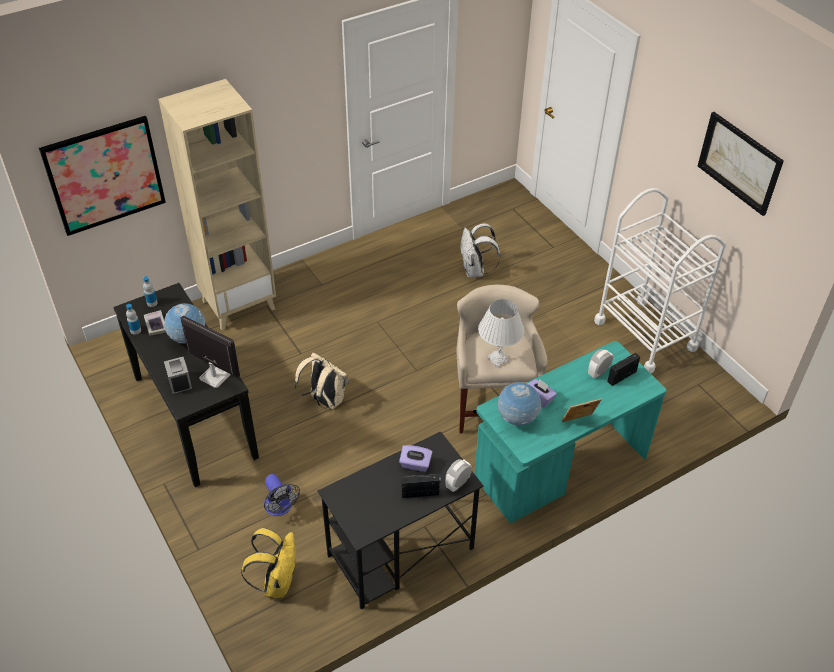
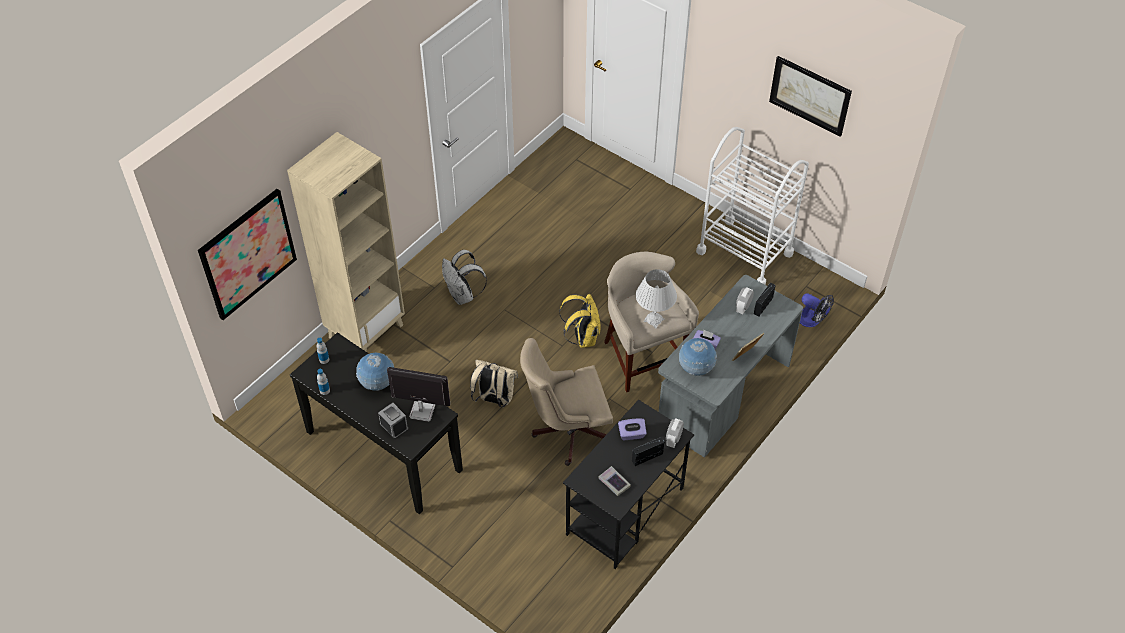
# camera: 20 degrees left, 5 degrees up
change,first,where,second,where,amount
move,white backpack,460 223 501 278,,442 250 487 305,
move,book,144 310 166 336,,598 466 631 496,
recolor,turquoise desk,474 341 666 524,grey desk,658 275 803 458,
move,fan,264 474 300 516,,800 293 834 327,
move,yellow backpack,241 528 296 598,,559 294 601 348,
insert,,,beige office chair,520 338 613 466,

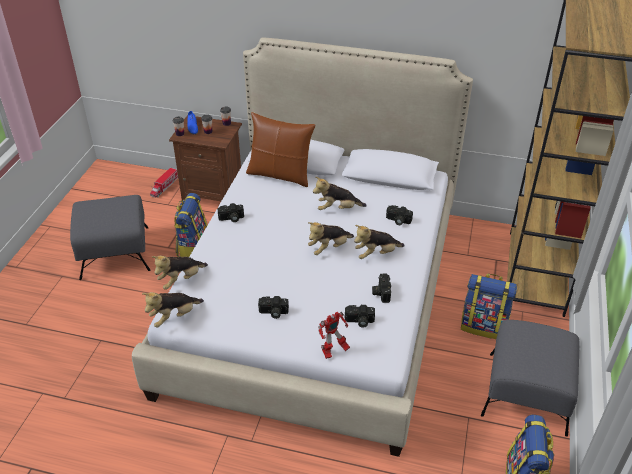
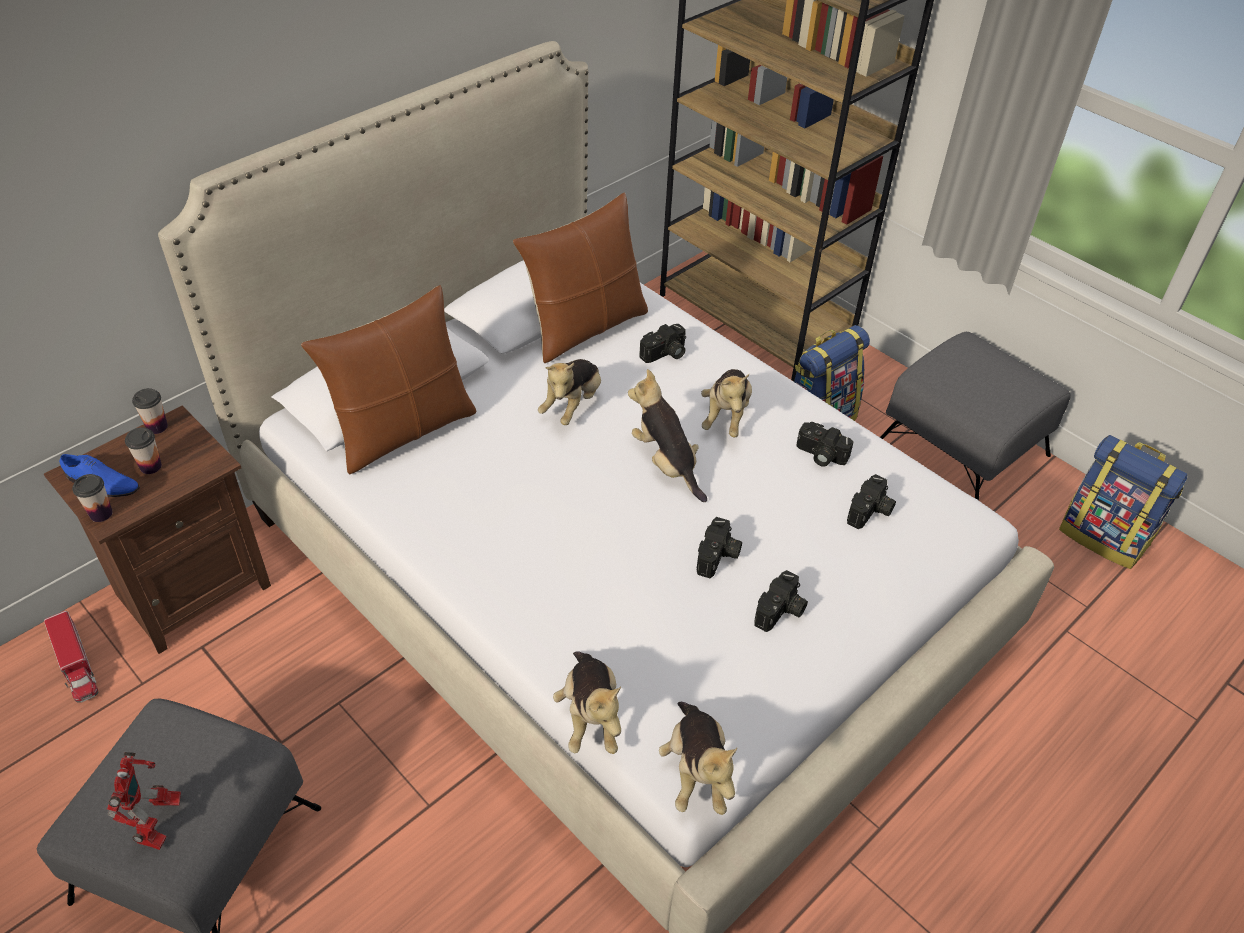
# camera: 60 degrees left, 5 degrees up
change,first,where,second,where,amount
delete,backpack,174 193 207 257,,,
move,photo camera,217 203 244 222,,697 517 742 578,
rotate,plush toy,308 222 354 255,,628 369 707 502,150 degrees clockwise
move,toy robot,318 311 350 359,,107 752 181 850,
insert,,,brown pillow,513 192 648 363,

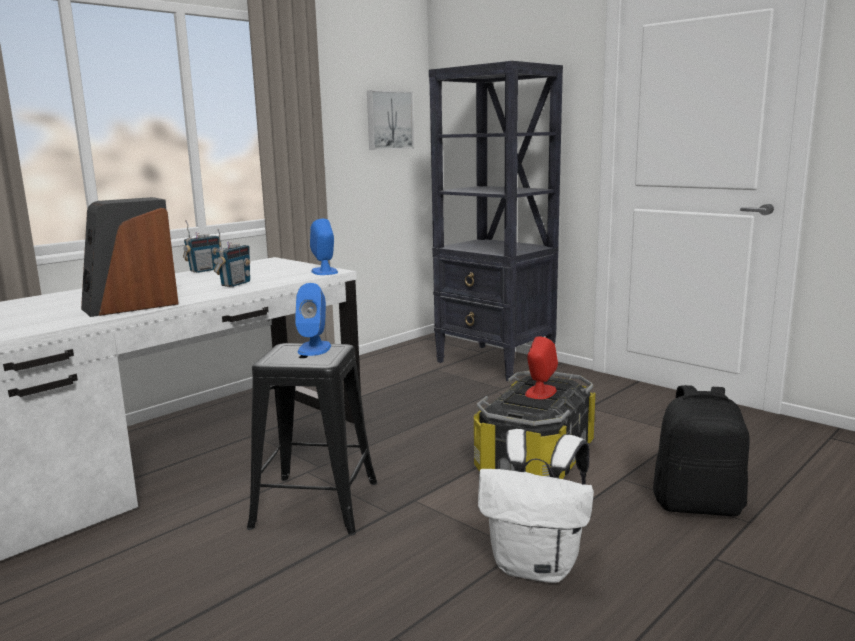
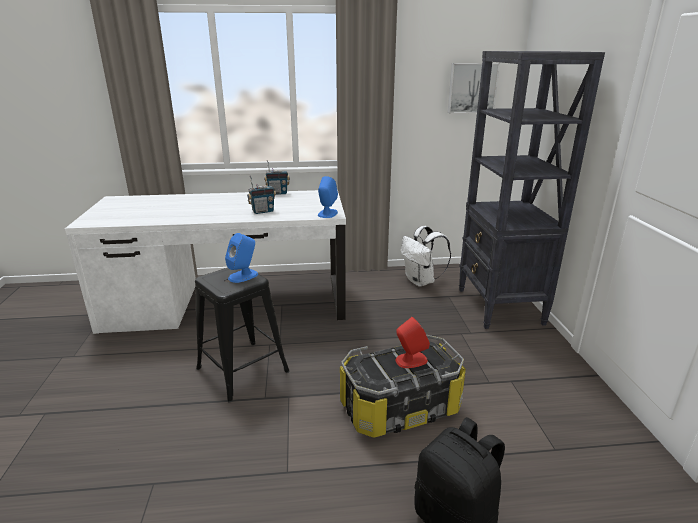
# camera: 40 degrees right, 10 degrees up
change,first,where,second,where,amount
delete,speaker,81 197 179 317,,,
move,white backpack,478 429 594 583,,401 226 451 287,

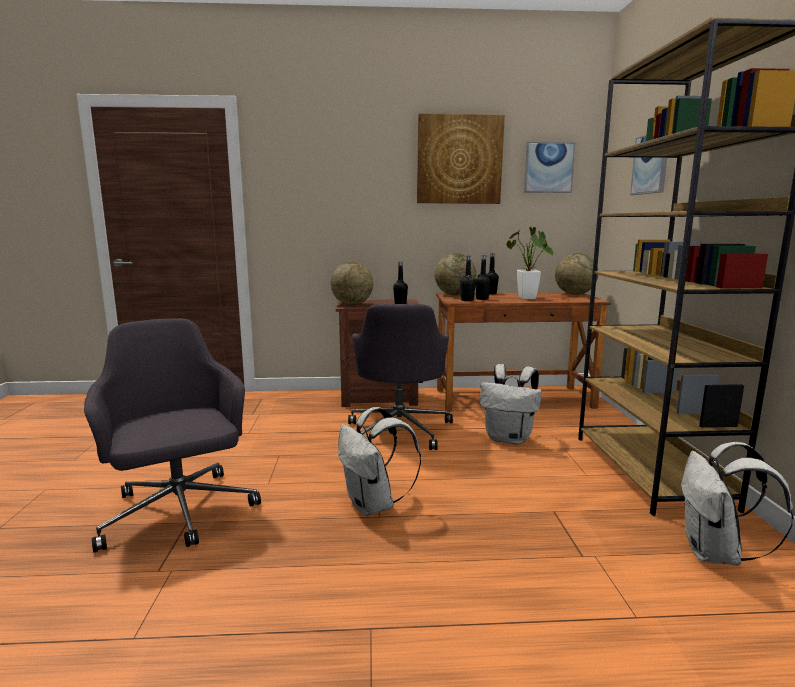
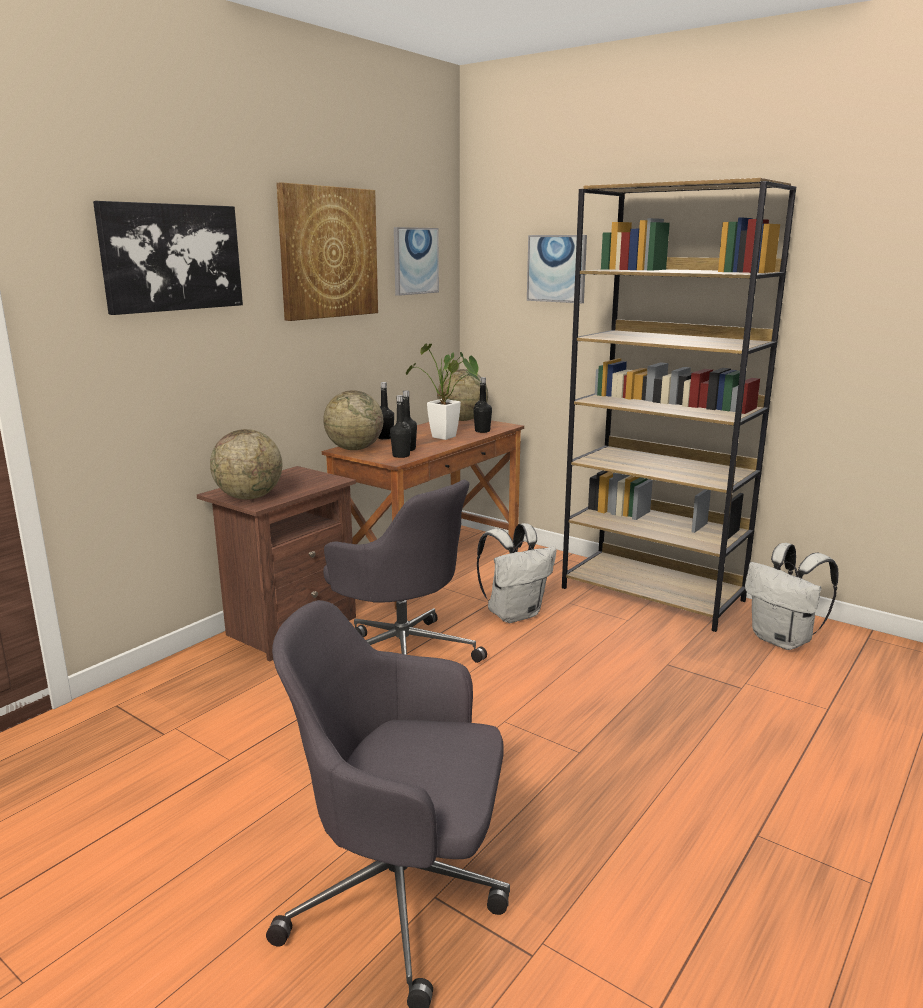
# camera: 50 degrees left, 5 degrees up
change,first,where,second,where,amount
move,black bottle,393 262 408 304,,473 377 492 433,
delete,white backpack,338 407 421 516,,,
insert,,,picture,93 201 243 315,

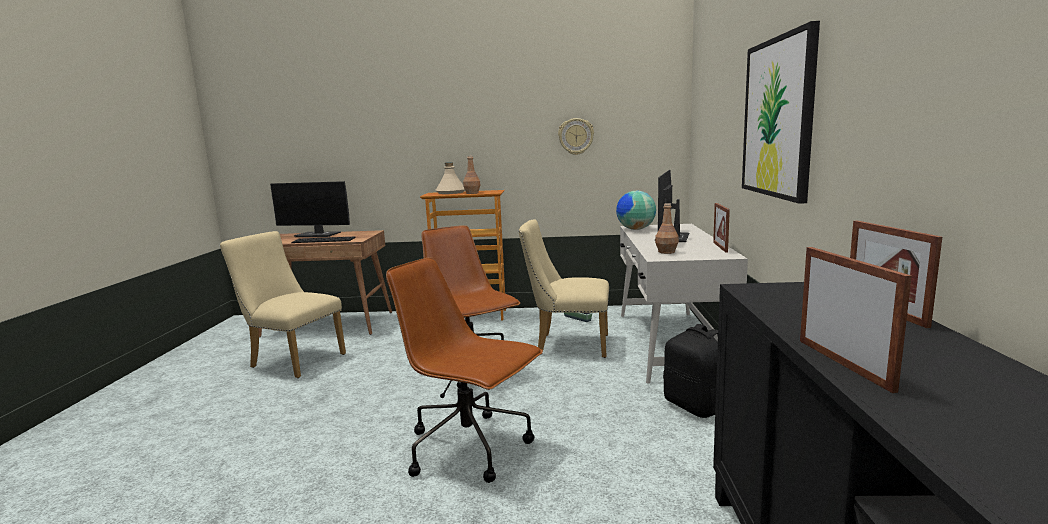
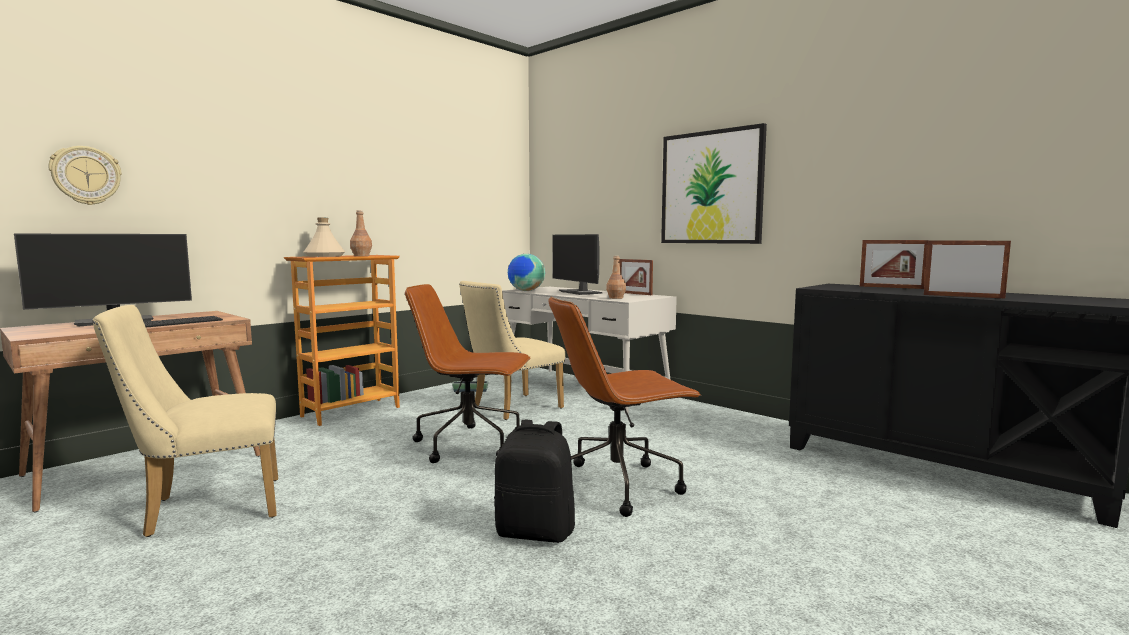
# camera: 50 degrees left, 5 degrees down
change,first,where,second,where,amount
move,wall clock,558 118 594 155,,48 146 122 205,
move,black backpack,663 324 718 418,,494 420 575 543,

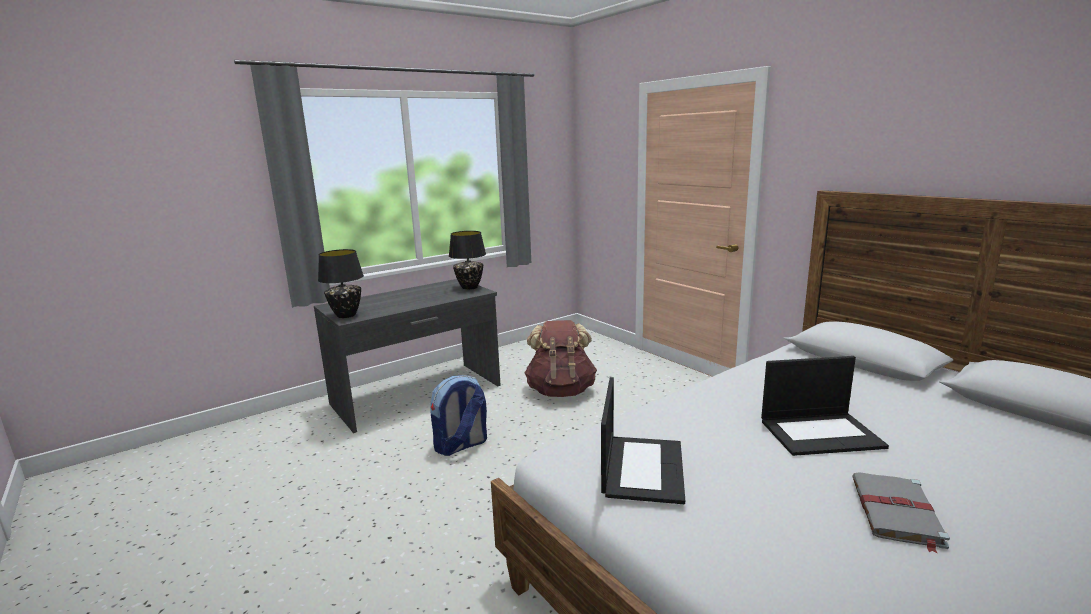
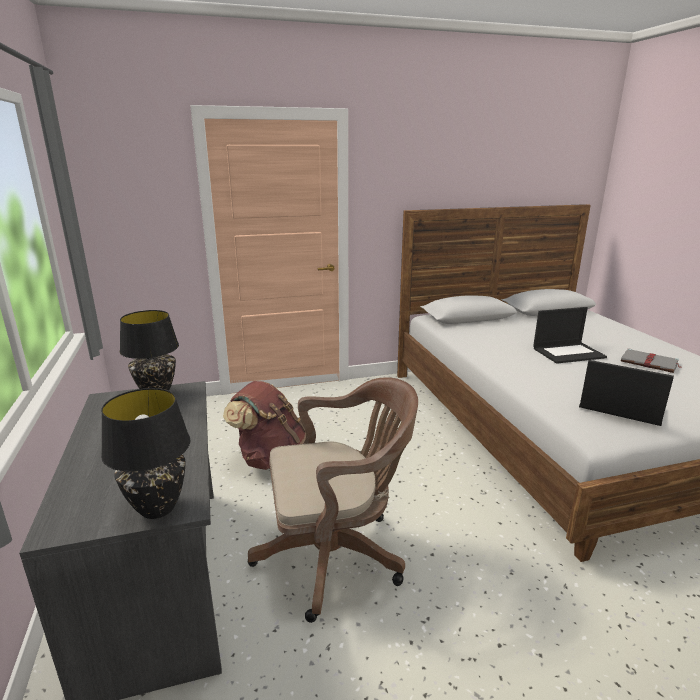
# camera: 70 degrees left, 5 degrees up
change,first,where,second,where,amount
rotate,laptop,761 356 889 456,,533 307 607 364,60 degrees clockwise
replace,backpack,430 375 487 456,brown office chair,248 377 418 623,

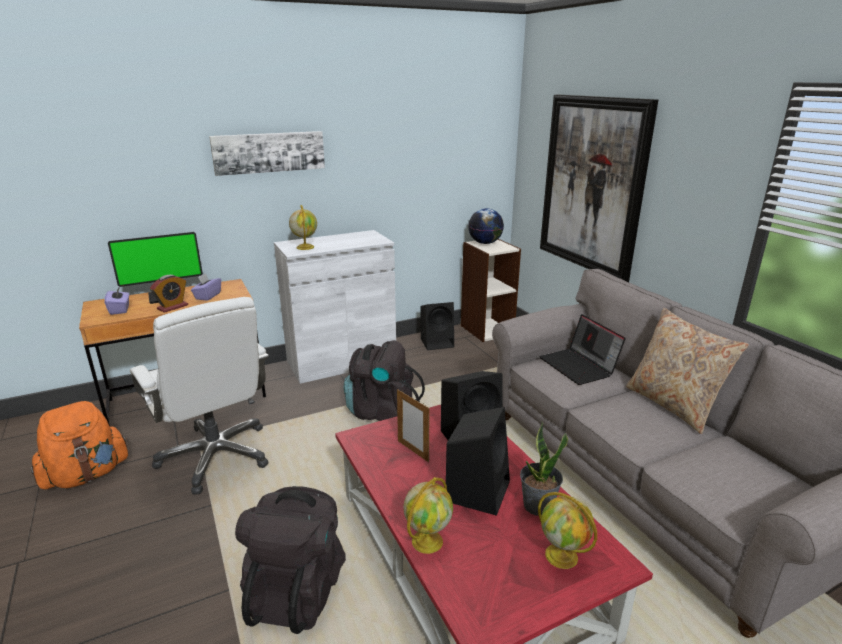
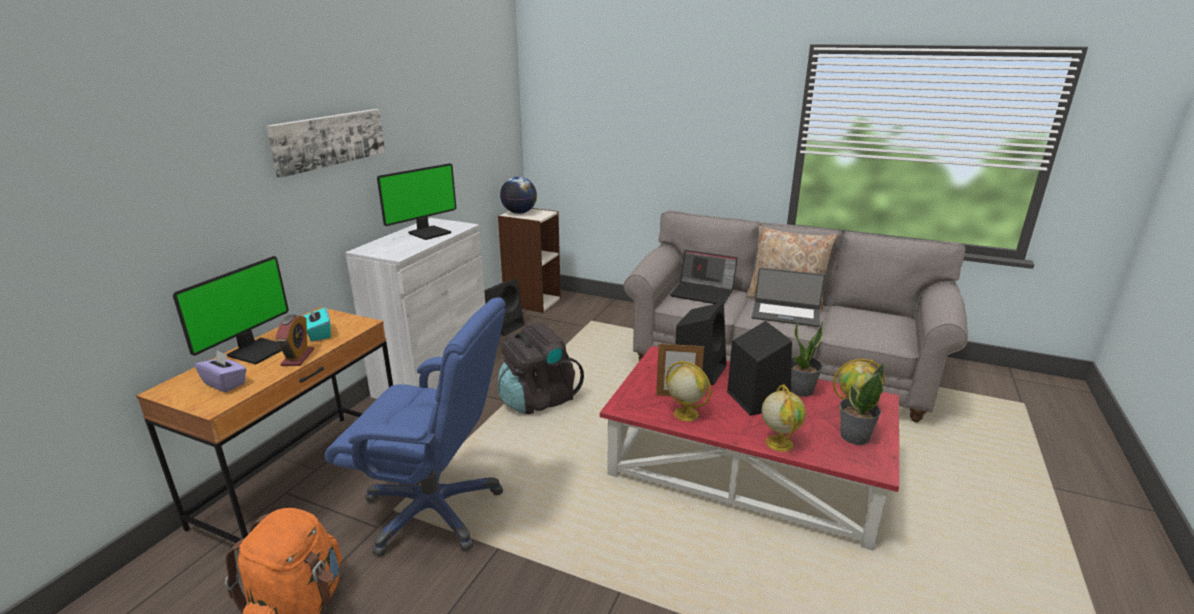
# camera: 40 degrees left, 0 degrees up
change,first,where,second,where,amount
delete,picture,540 95 658 282,,,
move,globe,289 205 317 250,,666 361 711 421,
recolor,purple tissue box,191 273 221 301,turquoise tissue box,304 306 331 341,
recolor,white office chair,130 297 269 494,blue office chair,325 297 506 557,
delete,black backpack,235 486 346 634,,,
insert,,,monitor,377 163 456 240,
insert,,,laptop,752 268 825 327,
insert,,,potted plant,840 363 884 445,

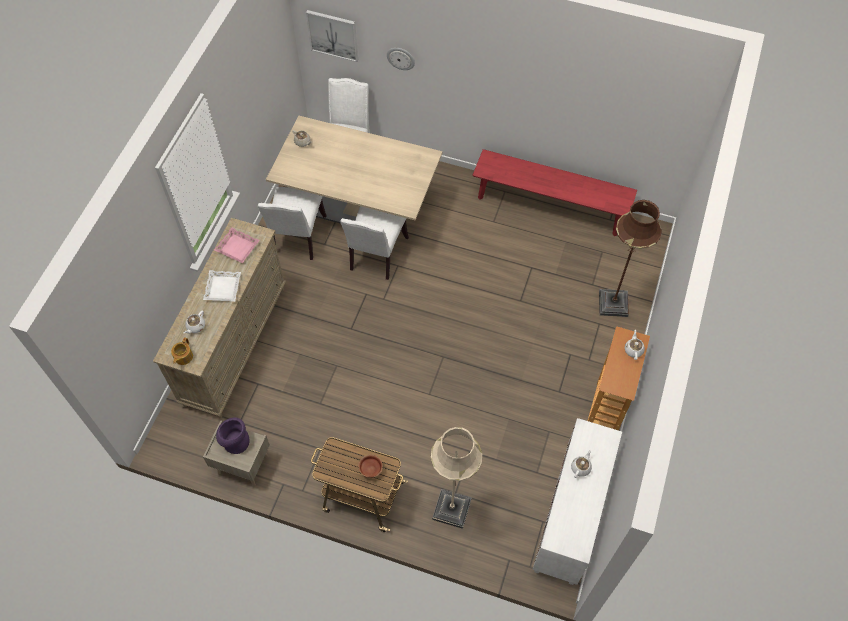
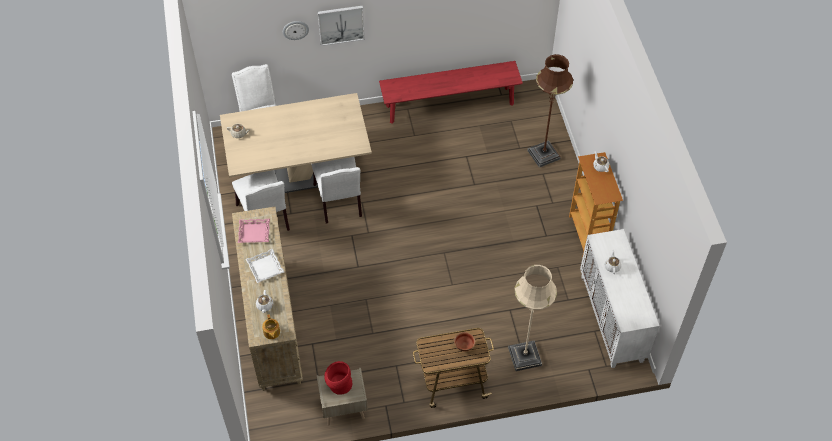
# camera: 30 degrees left, 5 degrees down
change,first,where,second,where,amount
move,picture,306 10 358 62,,318 6 365 46,
recolor,purple vase,216 417 249 454,red vase,324 361 352 395,

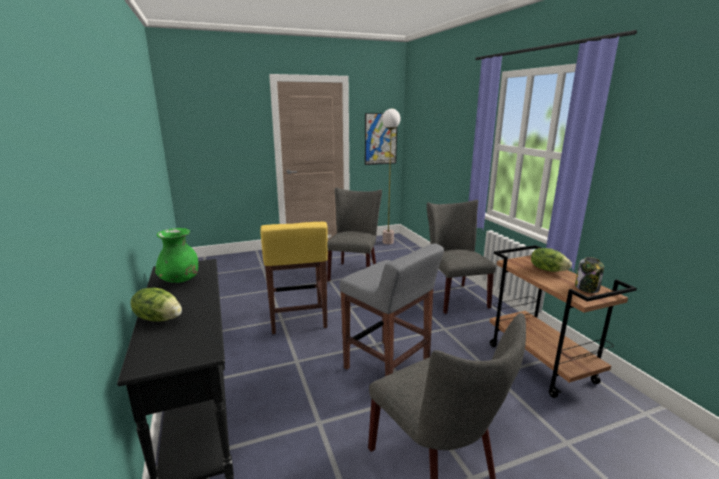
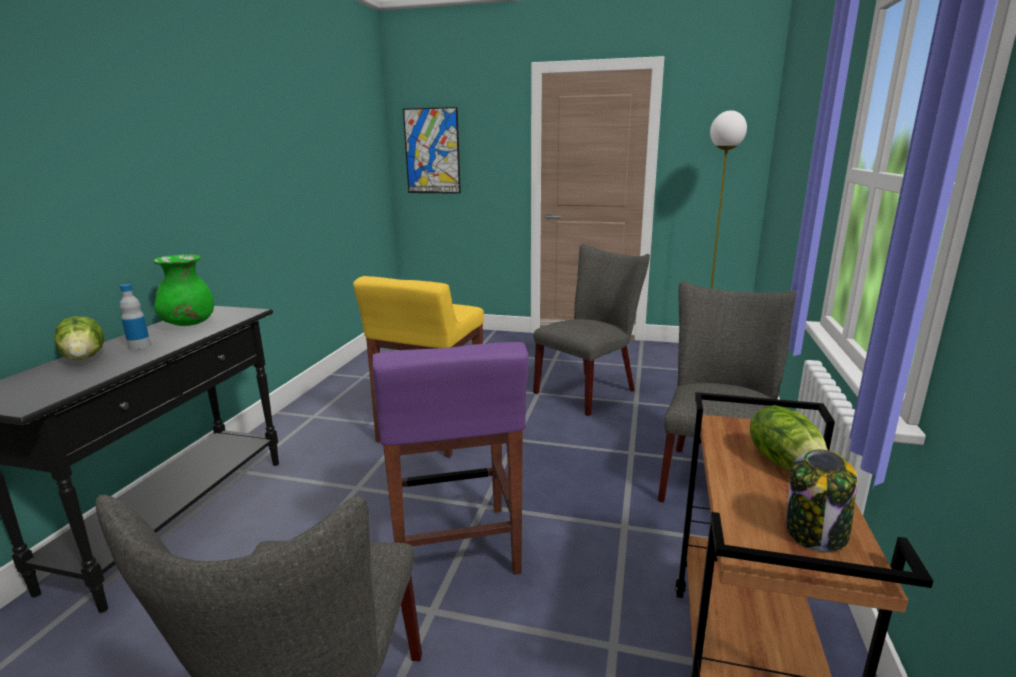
# camera: 35 degrees right, 0 degrees up
change,first,where,second,where,amount
move,picture,365 113 397 165,,403 107 461 194,
recolor,grey stool,340 243 444 376,purple stool,372 342 528 575,
insert,,,bottle,120 284 151 350,

